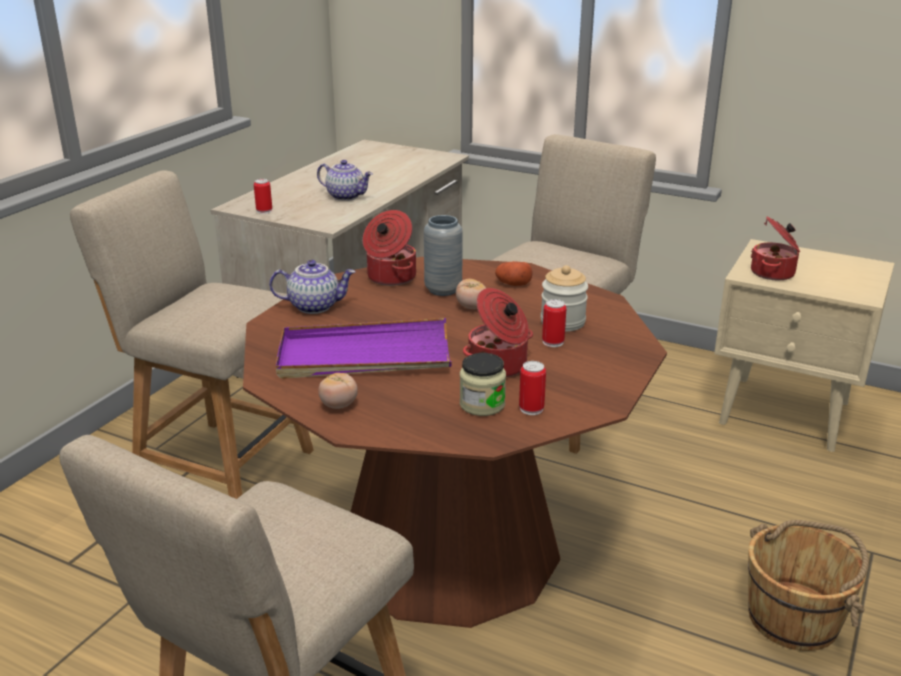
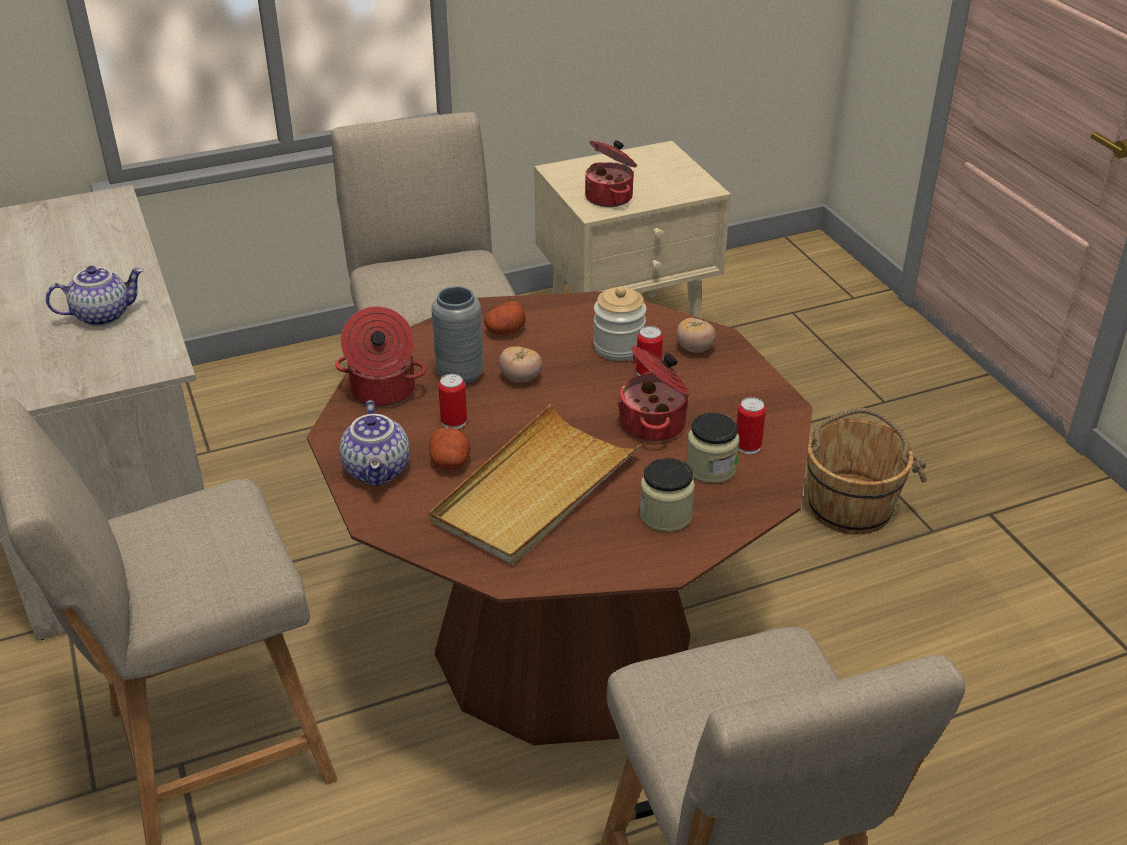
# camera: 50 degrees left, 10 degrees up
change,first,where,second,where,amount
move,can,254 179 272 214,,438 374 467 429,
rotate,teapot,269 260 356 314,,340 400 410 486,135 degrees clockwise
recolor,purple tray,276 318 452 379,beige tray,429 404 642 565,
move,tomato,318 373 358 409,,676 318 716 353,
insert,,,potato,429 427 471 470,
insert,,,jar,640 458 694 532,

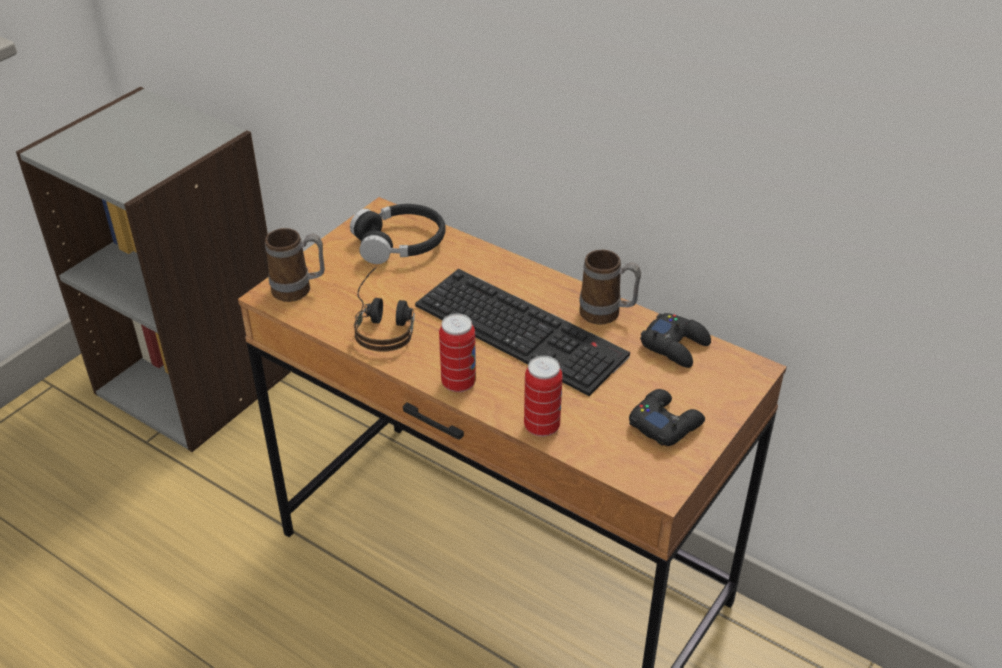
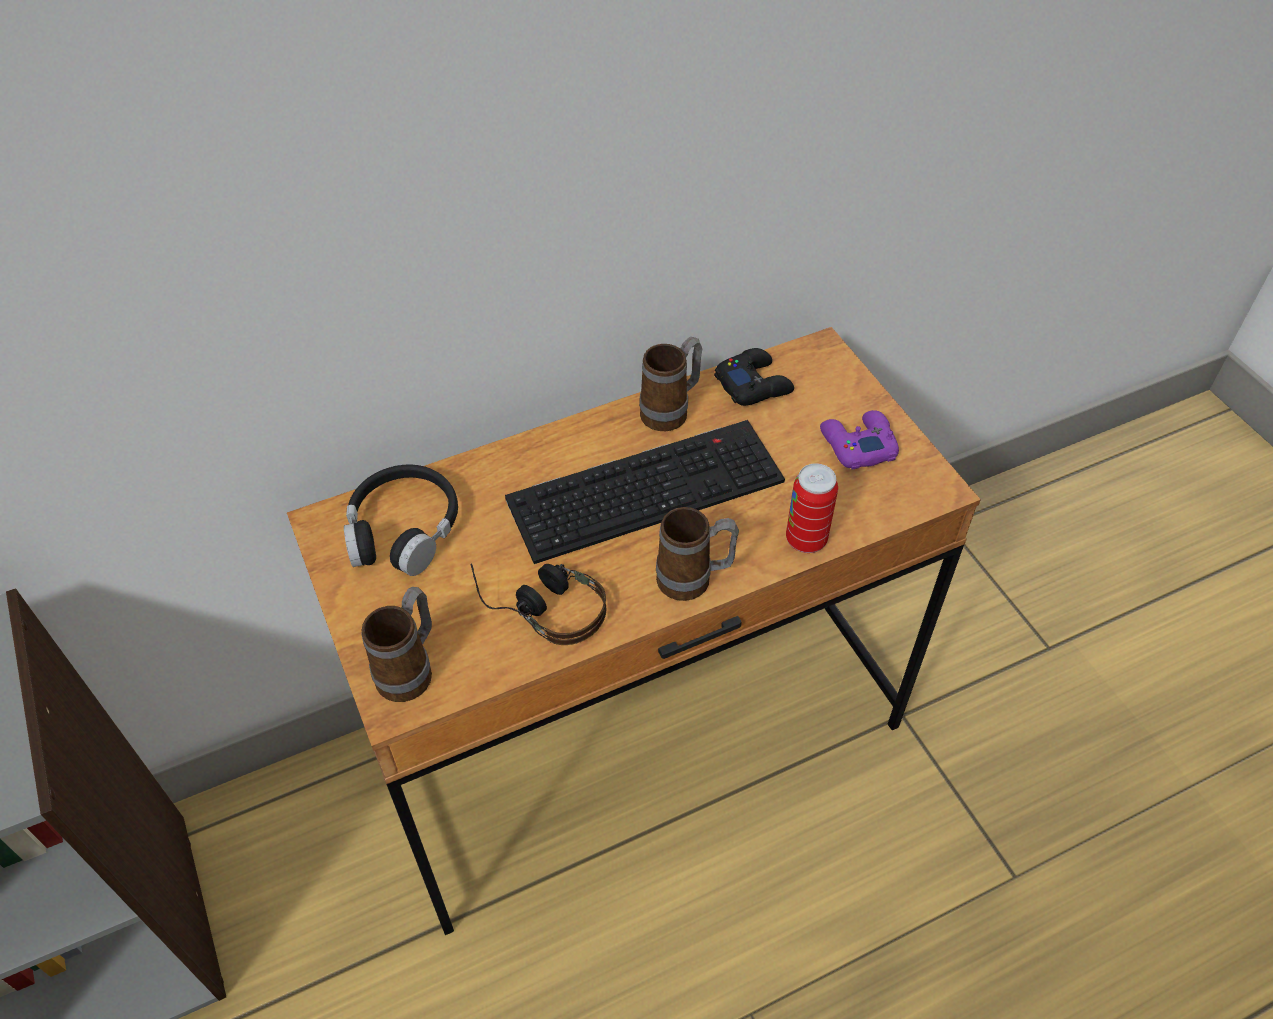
# camera: 60 degrees left, 10 degrees up
change,first,where,second,where,amount
replace,can,439 313 476 392,mug,656 507 739 601,
recolor,black game controller,629 389 705 446,purple game controller,820 410 899 470,

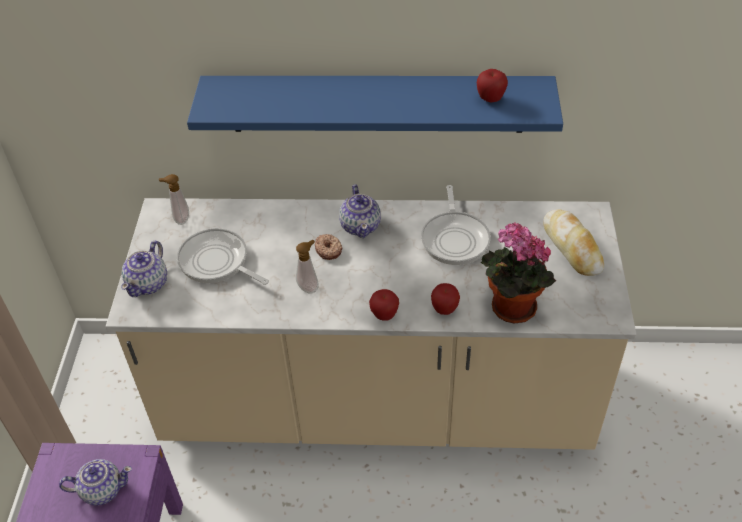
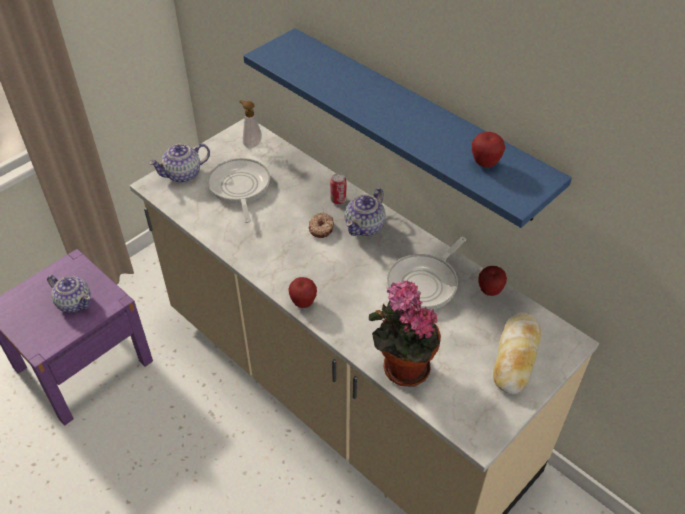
# camera: 40 degrees right, 0 degrees up
change,first,where,second,where,amount
delete,soap dispenser,296 240 319 293,,,
move,apple,431 283 460 315,,478 266 507 296,
insert,,,can,330 173 346 204,

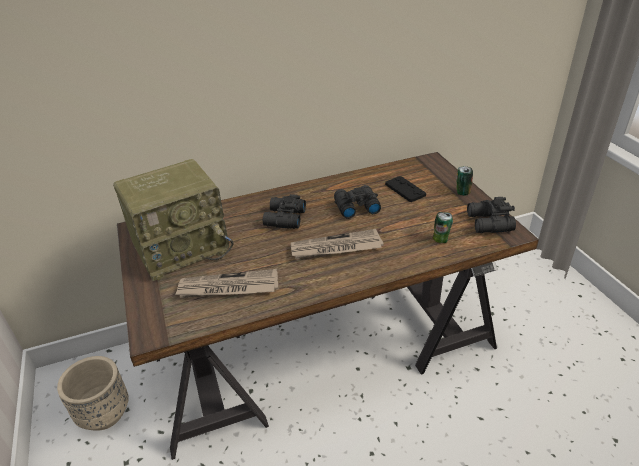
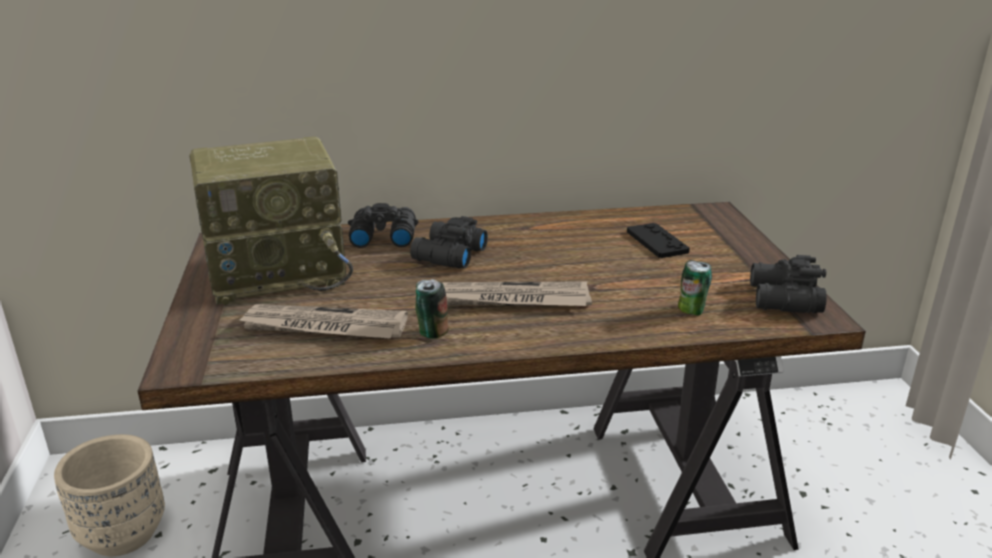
# camera: 10 degrees right, 10 degrees down
change,first,where,second,where,amount
move,can,456 166 473 195,,415 279 449 339,
move,black binoculars,334 185 381 219,,348 203 419 248,

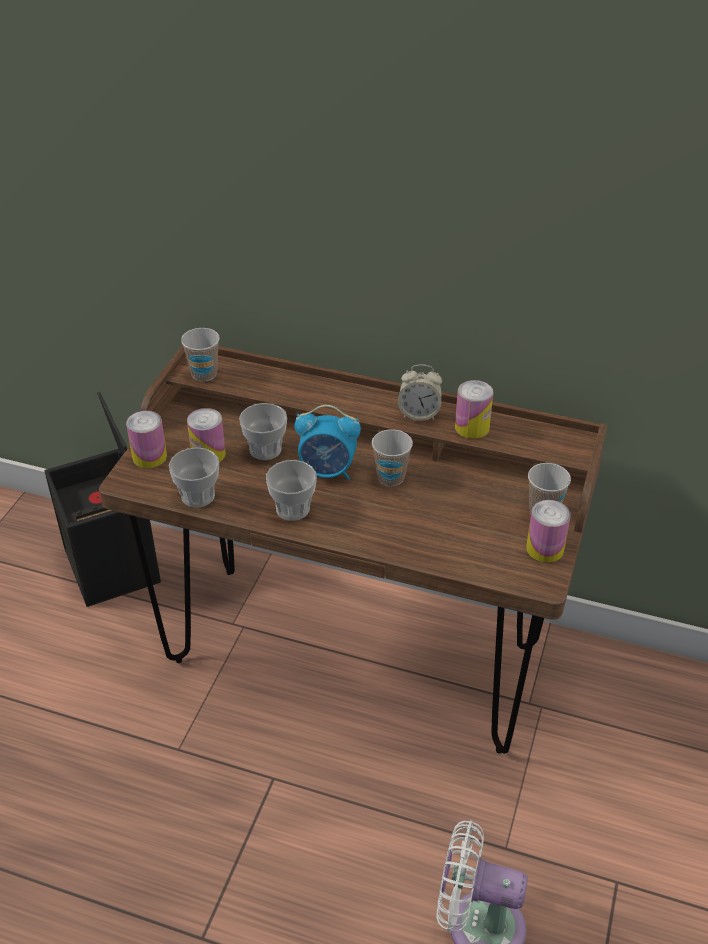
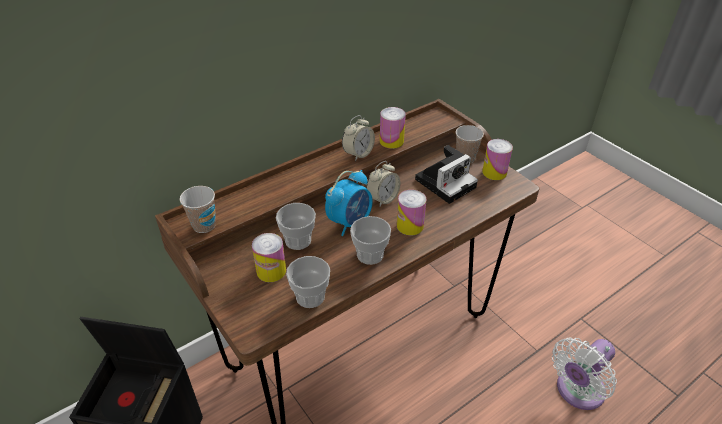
# camera: 55 degrees left, 0 degrees up
change,first,where,second,where,amount
move,can,126 411 167 468,,397 190 427 235,
replace,cup,372 429 413 486,alarm clock,366 161 400 207,
insert,,,photo camera,415 145 478 204,

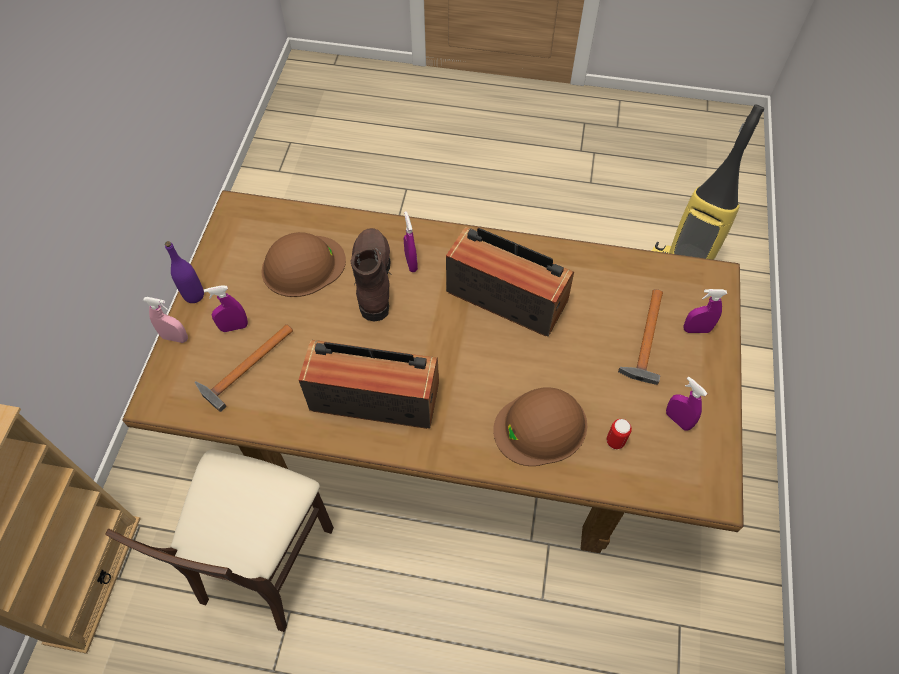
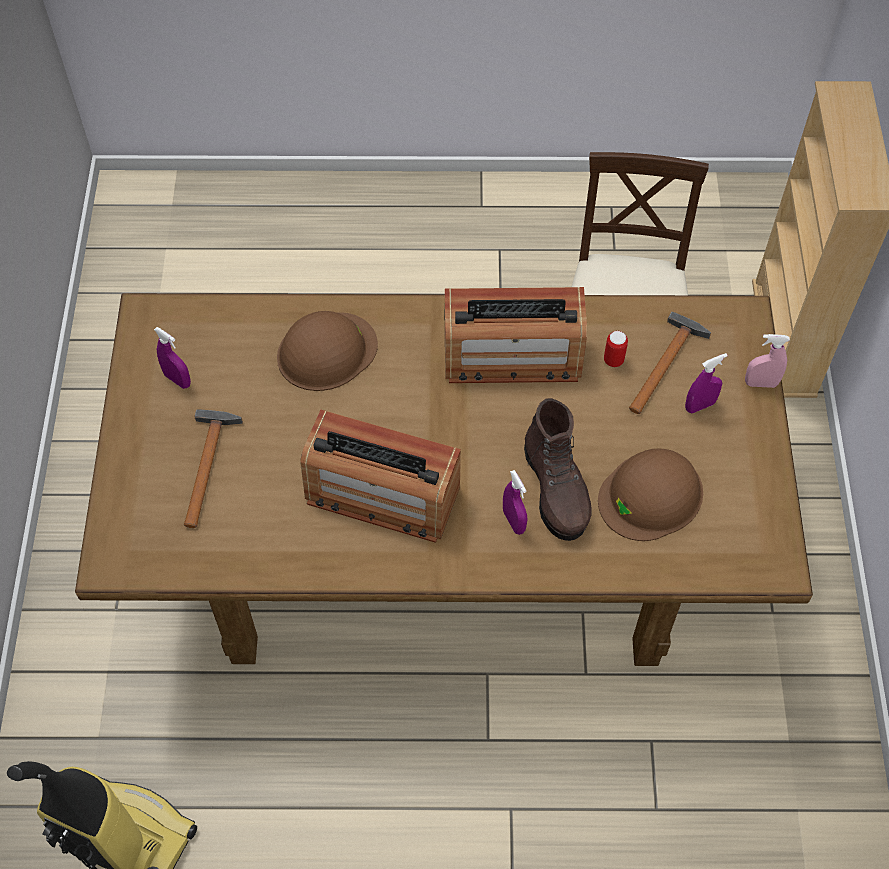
# camera: 170 degrees right, 0 degrees up
change,first,where,second,where,amount
delete,purple bottle,165 241 204 303,,,
delete,purple spray bottle,684 289 727 333,,,
move,can,606 419 632 449,,604 331 628 367,

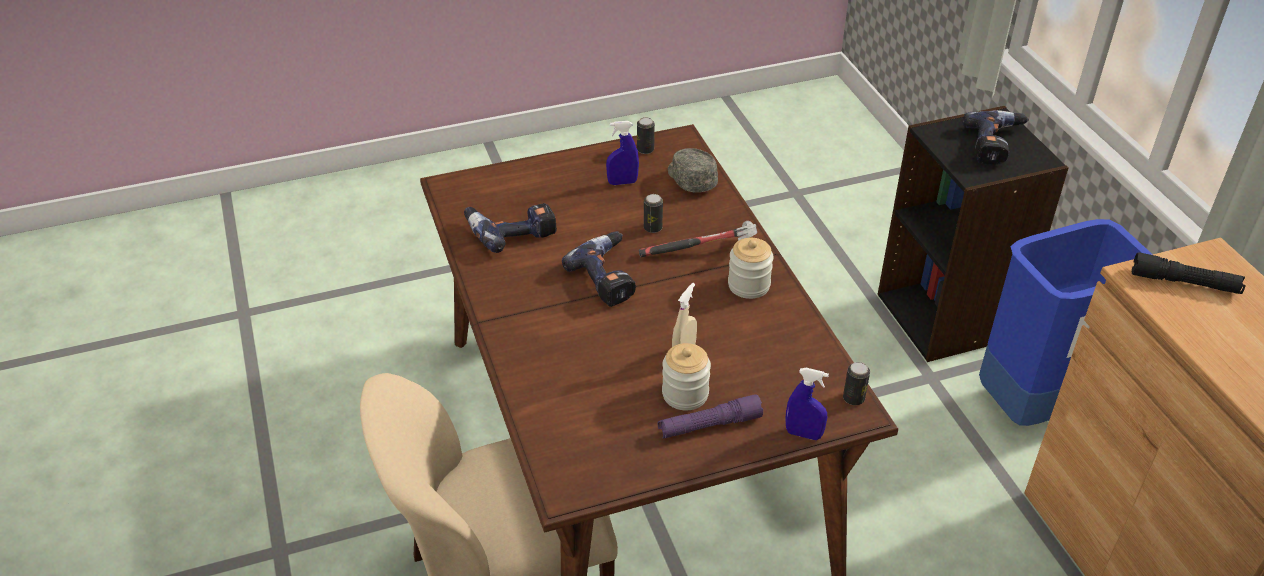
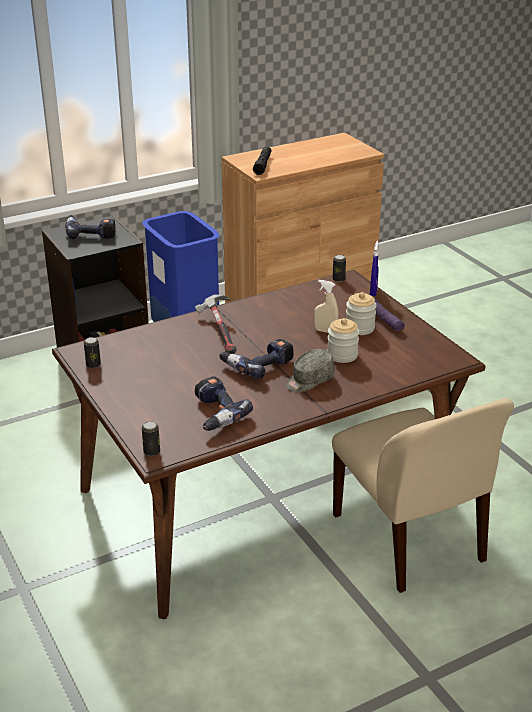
# camera: 100 degrees left, 10 degrees down
change,first,where,second,where,amount
delete,blue spray bottle,606 121 639 185,,,
move,grey cap,668 148 718 192,,286 349 335 392,
move,can,644 194 663 233,,142 421 160 456,
move,jar,728 238 774 299,,327 318 359 363,

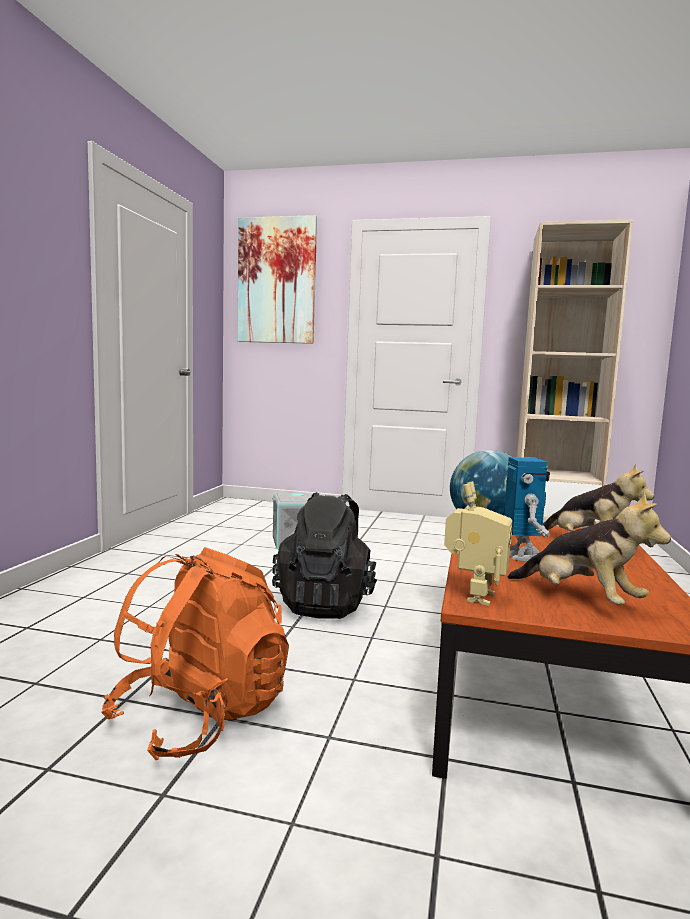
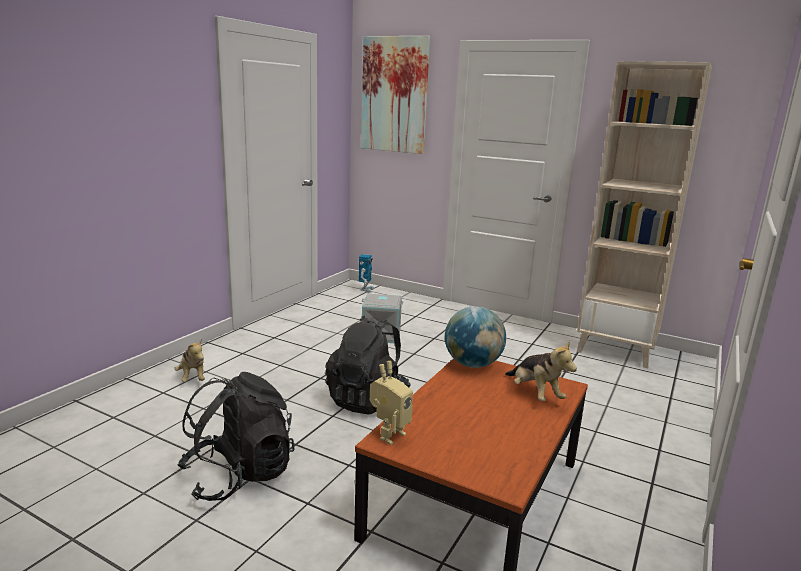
# camera: 15 degrees right, 10 degrees up
change,first,where,second,where,amount
move,toy robot,504 457 550 561,,359 254 375 293,
move,plush toy,508 493 671 604,,174 339 205 382,
recolor,orange backpack,101 547 289 760,black backpack,177 372 295 501,

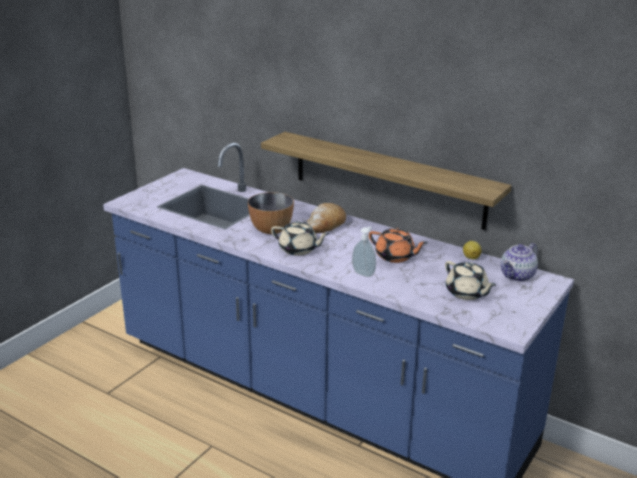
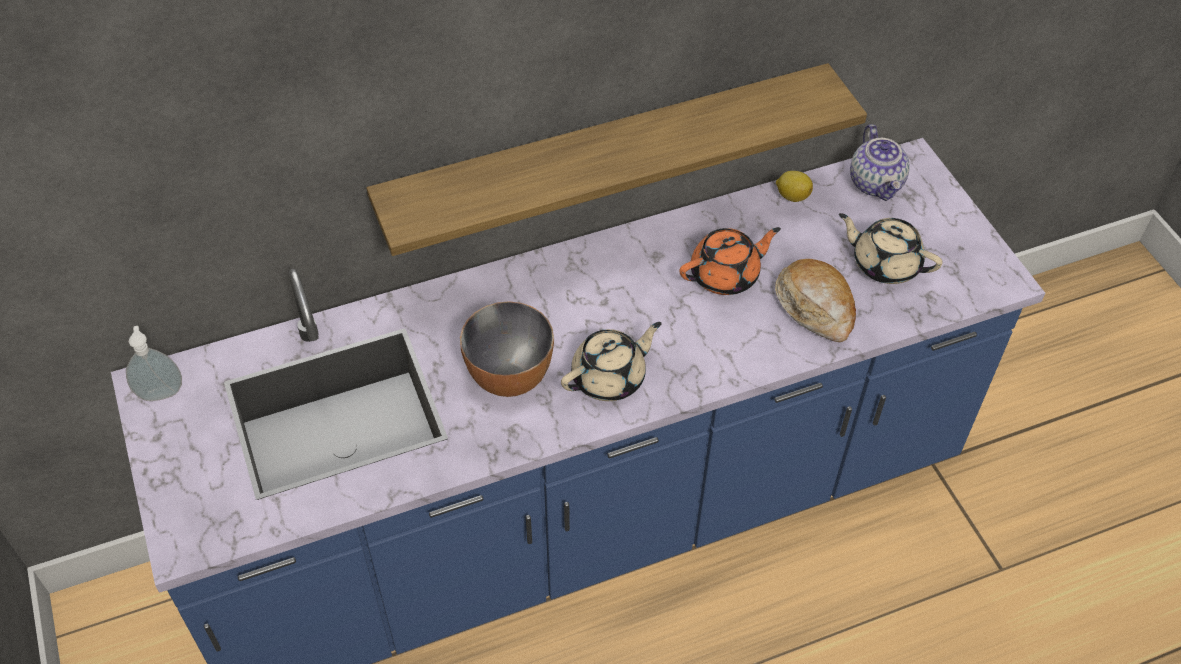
# camera: 55 degrees left, 25 degrees up
change,first,where,second,where,amount
move,bread,307 203 346 234,,775 259 856 342,
move,soap dispenser,352 227 376 277,,126 326 182 401,
rotate,beige teapot,445 261 496 300,,839 213 942 284,150 degrees counterclockwise

